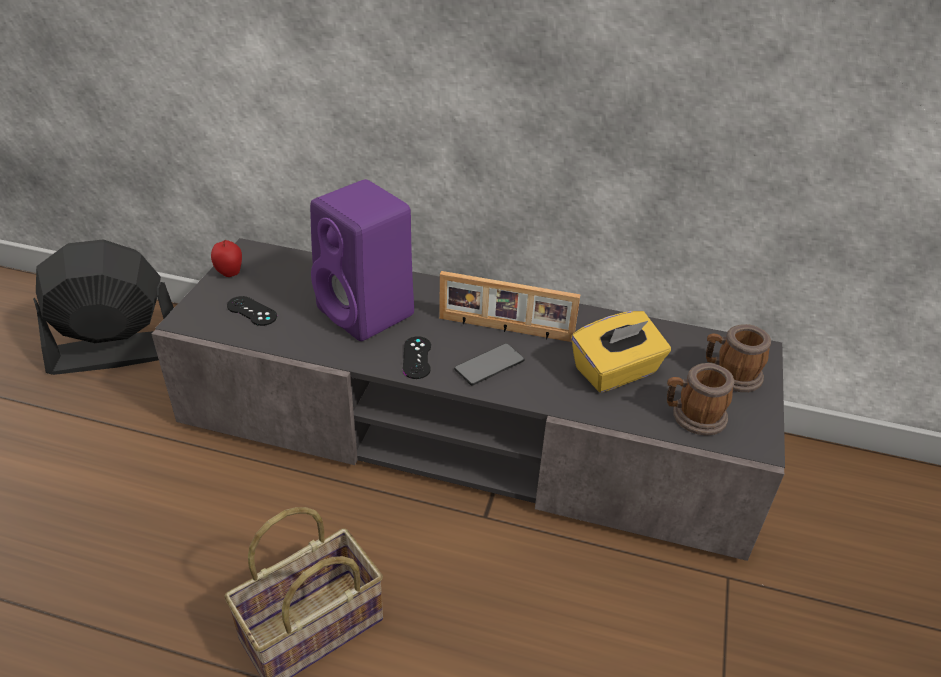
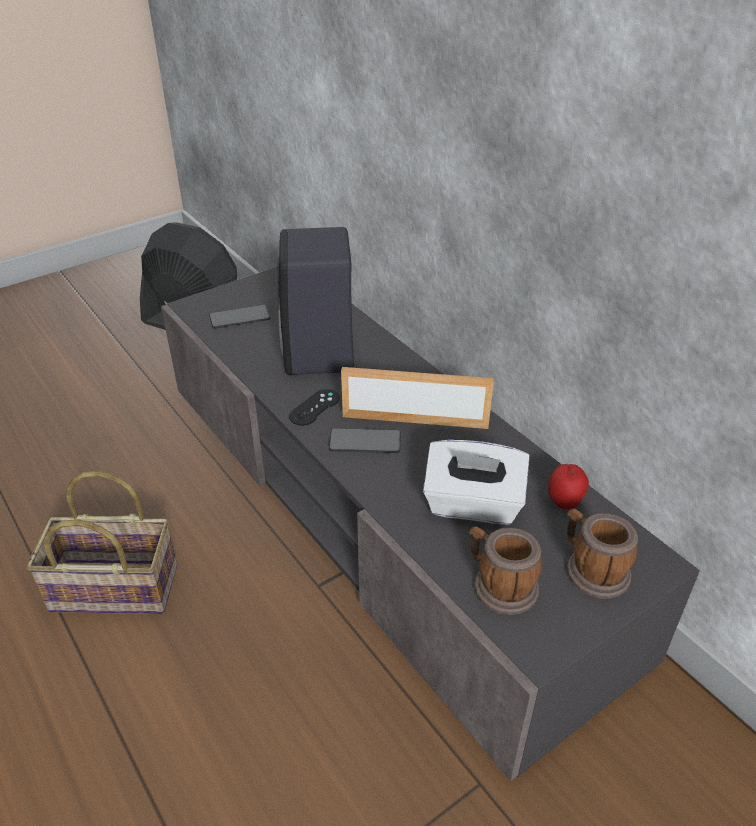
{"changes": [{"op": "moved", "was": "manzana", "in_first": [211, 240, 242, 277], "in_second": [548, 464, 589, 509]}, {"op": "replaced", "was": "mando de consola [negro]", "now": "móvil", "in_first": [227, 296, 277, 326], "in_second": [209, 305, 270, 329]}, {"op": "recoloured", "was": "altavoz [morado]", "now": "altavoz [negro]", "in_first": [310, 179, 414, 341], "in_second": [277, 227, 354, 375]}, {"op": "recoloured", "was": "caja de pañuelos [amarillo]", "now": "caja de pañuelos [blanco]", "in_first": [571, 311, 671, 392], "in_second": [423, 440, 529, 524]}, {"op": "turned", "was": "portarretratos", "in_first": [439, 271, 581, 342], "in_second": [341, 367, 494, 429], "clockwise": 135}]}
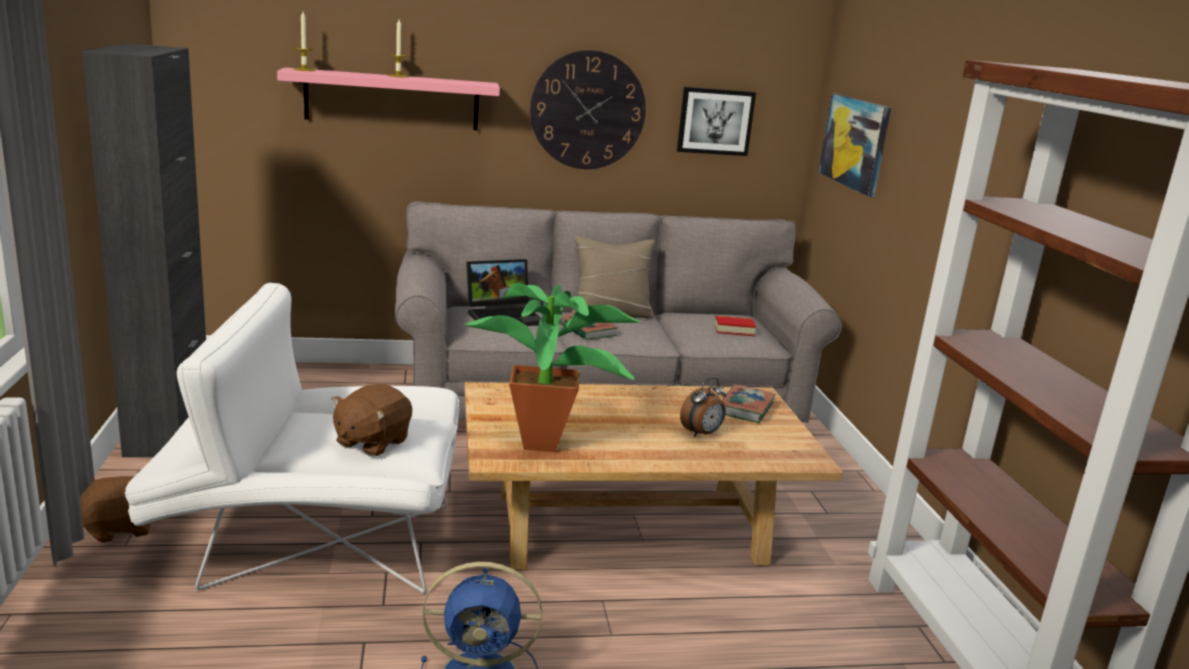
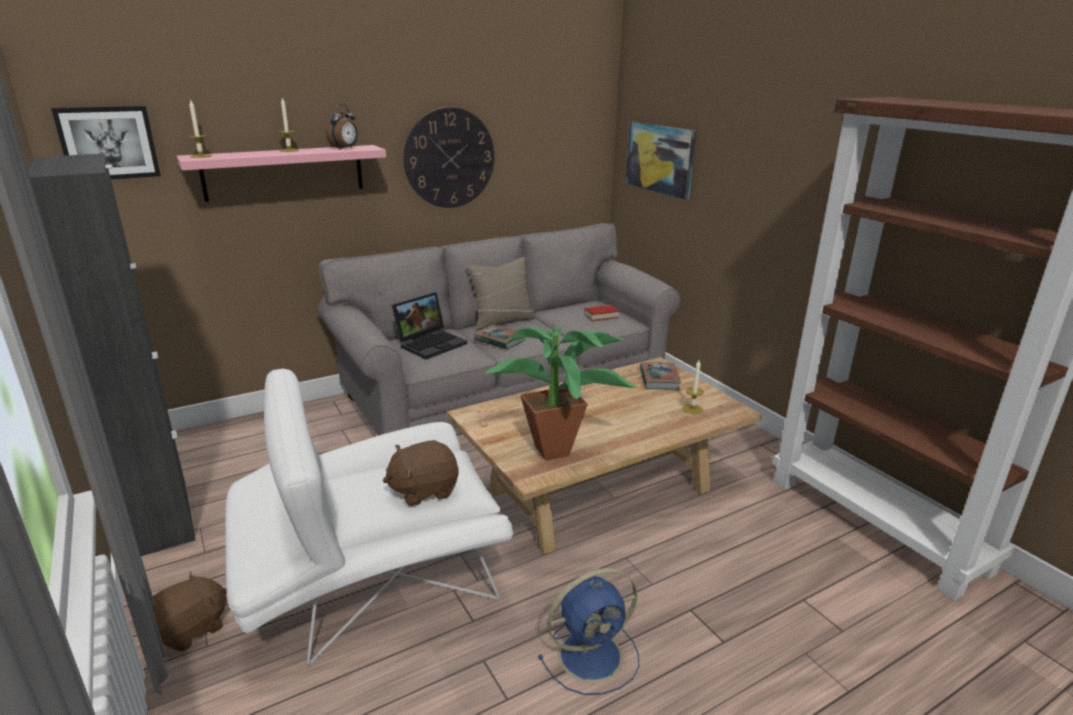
{"changes": [{"op": "added", "now": "vela", "in_second": [682, 360, 704, 414]}, {"op": "moved", "was": "cuadro", "in_first": [677, 87, 756, 156], "in_second": [51, 106, 161, 179]}, {"op": "moved", "was": "despertador", "in_first": [680, 378, 726, 437], "in_second": [325, 104, 358, 150]}, {"op": "turned", "was": "peluche [marrón]", "in_first": [331, 384, 412, 457], "in_second": [383, 440, 459, 506], "clockwise": 60}]}
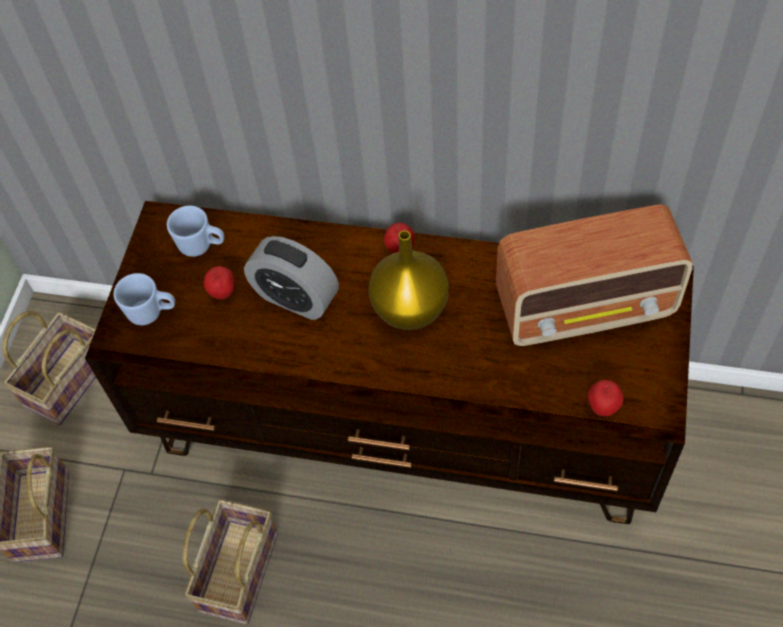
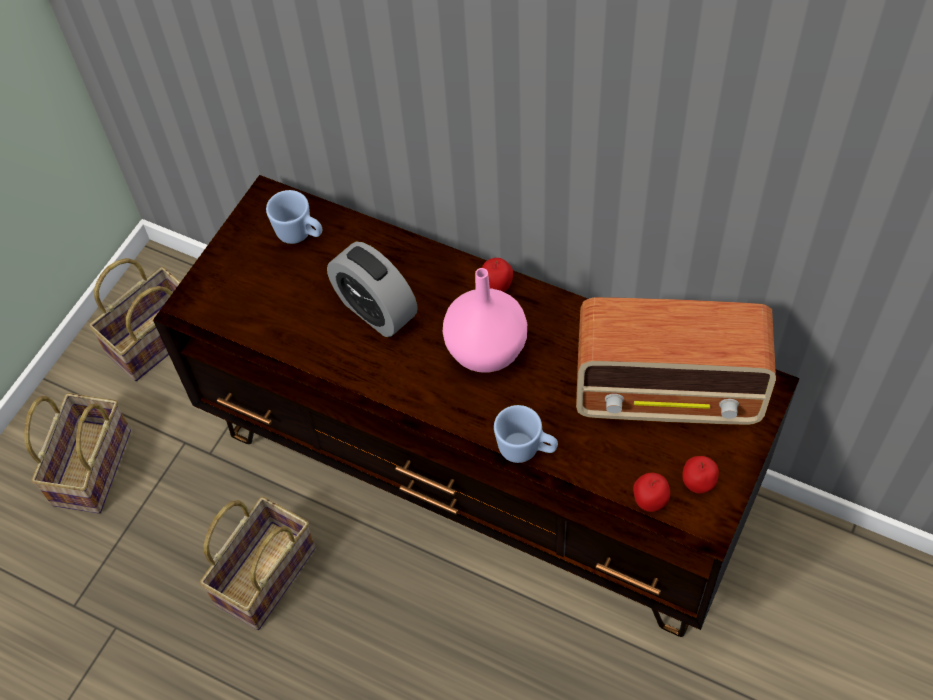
{"changes": [{"op": "moved", "was": "taza grande [azul]", "in_first": [113, 273, 175, 325], "in_second": [494, 405, 558, 463]}, {"op": "moved", "was": "manzana", "in_first": [204, 266, 235, 299], "in_second": [682, 456, 719, 494]}, {"op": "recoloured", "was": "florero [amarillo]", "now": "florero [rosa]", "in_first": [369, 230, 449, 330], "in_second": [443, 268, 527, 373]}]}
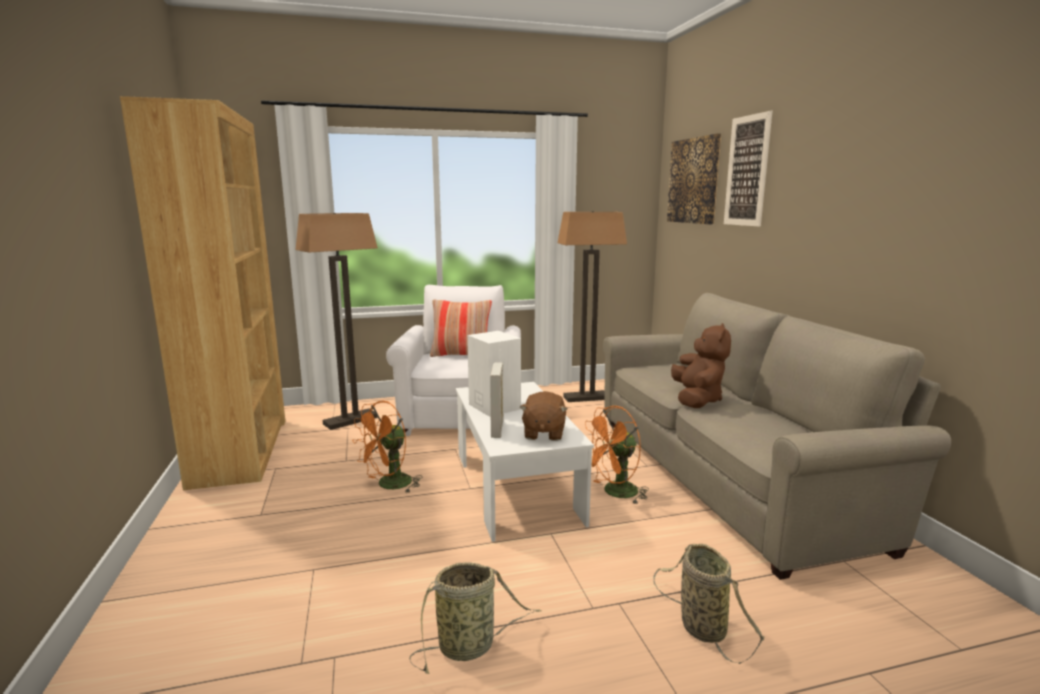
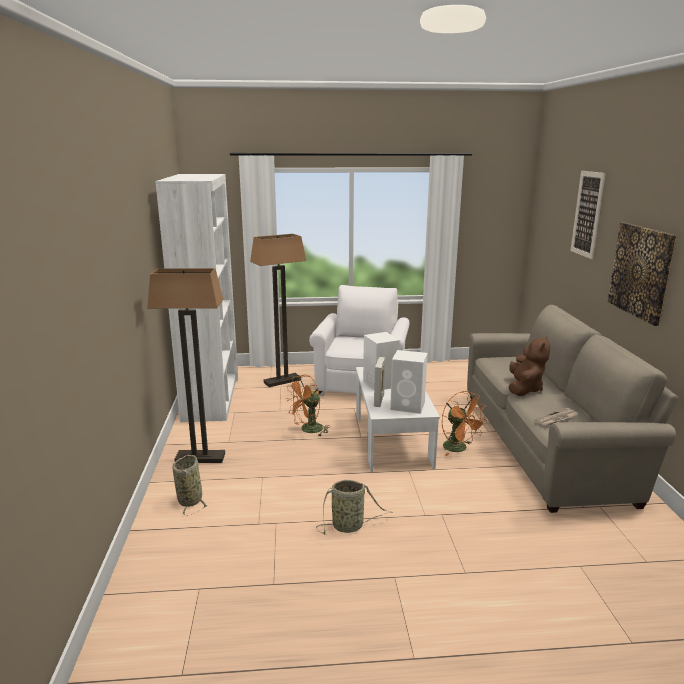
{"changes": [{"op": "removed", "was": "cojín", "in_first": [430, 299, 492, 357]}, {"op": "added", "now": "periódico", "in_second": [535, 408, 579, 426]}, {"op": "moved", "was": "lámpara de pie", "in_first": [558, 211, 627, 402], "in_second": [147, 268, 225, 463]}, {"op": "moved", "was": "cesta", "in_first": [654, 544, 764, 664], "in_second": [173, 455, 208, 516]}, {"op": "moved", "was": "cuadro", "in_first": [667, 134, 721, 224], "in_second": [608, 222, 677, 326]}, {"op": "replaced", "was": "peluche [marrón]", "now": "altavoz [blanco]", "in_first": [520, 391, 567, 441], "in_second": [390, 350, 428, 414]}, {"op": "recoloured", "was": "estantería [marrón]", "now": "estantería [blanco]", "in_first": [120, 96, 285, 490], "in_second": [155, 174, 238, 422]}, {"op": "turned", "was": "ventilador [naranja]", "in_first": [585, 406, 649, 505], "in_second": [442, 391, 487, 456], "clockwise": -105}]}
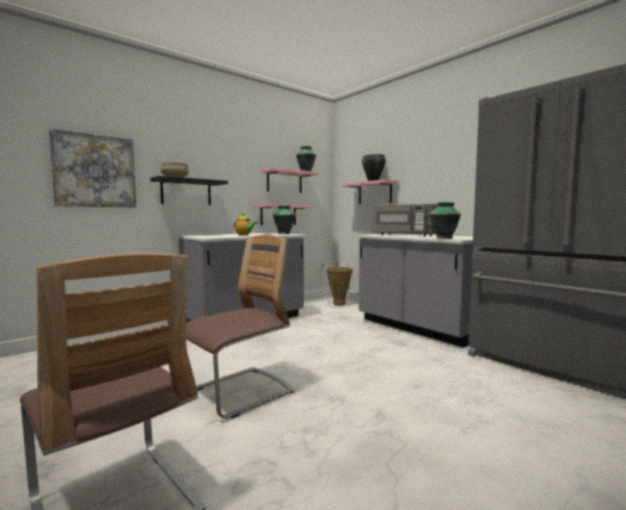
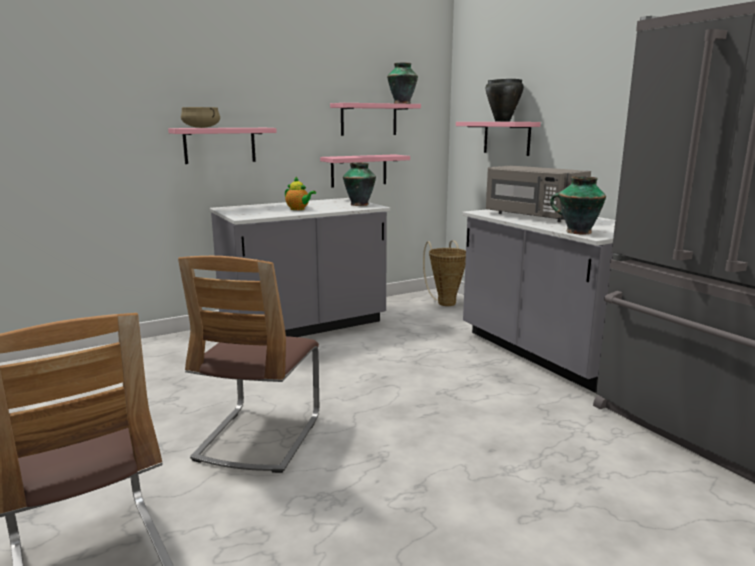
{"changes": [{"op": "removed", "was": "cuadro", "in_first": [49, 129, 136, 208]}, {"op": "recoloured", "was": "estante [negro]", "now": "estante [rosa]", "in_first": [150, 176, 228, 205], "in_second": [168, 128, 277, 164]}, {"op": "turned", "was": "silla", "in_first": [186, 235, 294, 419], "in_second": [178, 256, 319, 473], "clockwise": 135}]}
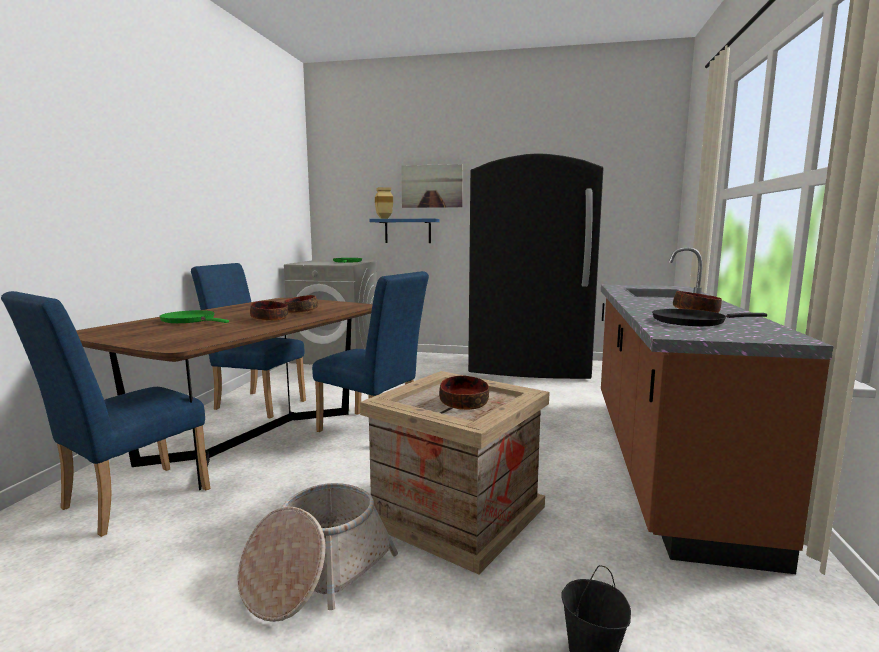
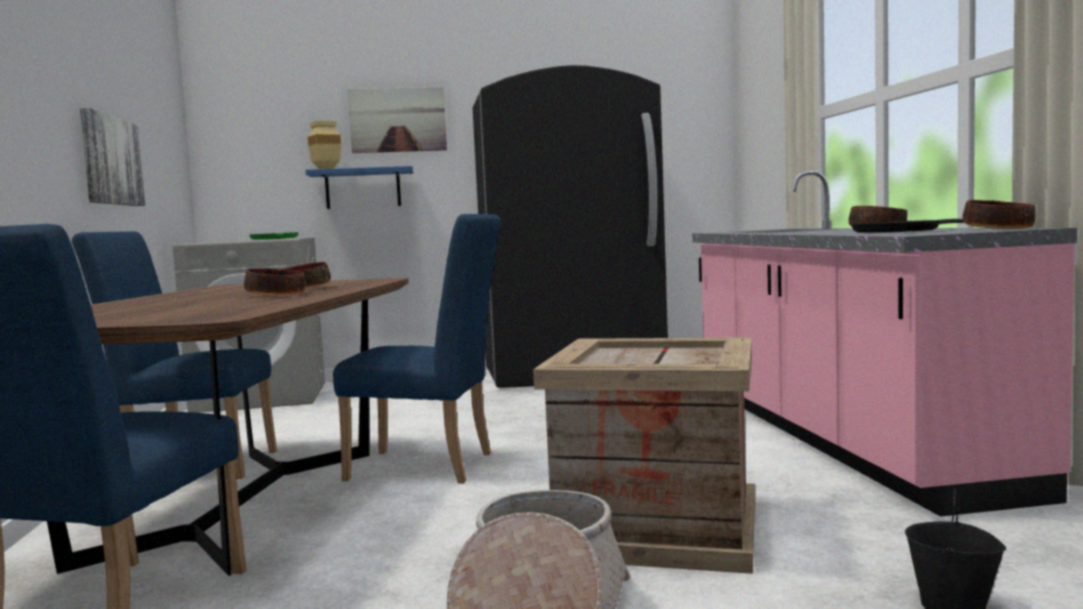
{"changes": [{"op": "removed", "was": "sartén [verde]", "in_first": [159, 310, 229, 323]}, {"op": "added", "now": "cuadro", "in_second": [80, 108, 145, 206]}, {"op": "moved", "was": "cuenco", "in_first": [439, 376, 489, 410], "in_second": [962, 200, 1036, 229]}, {"op": "recoloured", "was": "mueble bajo de cocina [marrón]", "now": "mueble bajo de cocina [rosa]", "in_first": [601, 247, 833, 574], "in_second": [693, 170, 1077, 517]}]}
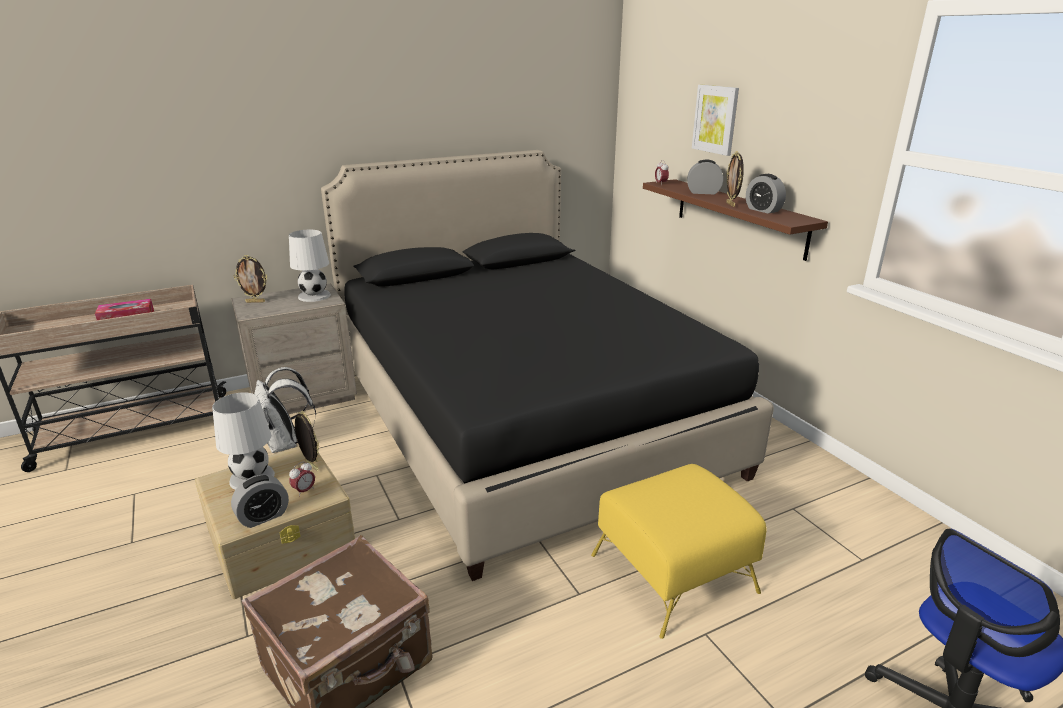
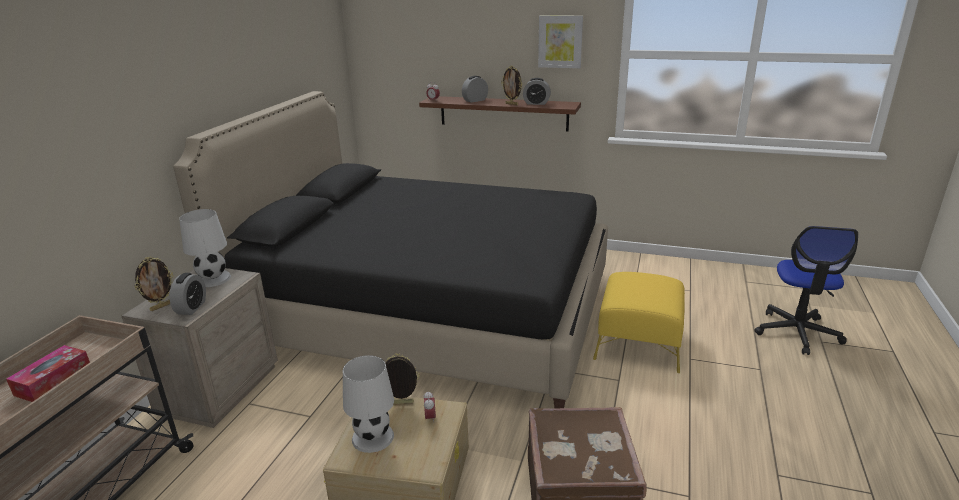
{"changes": [{"op": "removed", "was": "mochila [blanco]", "in_first": [254, 367, 316, 453]}, {"op": "moved", "was": "despertador", "in_first": [231, 475, 289, 528], "in_second": [170, 273, 206, 315]}, {"op": "moved", "was": "cuadro", "in_first": [692, 85, 739, 156], "in_second": [538, 16, 583, 68]}]}
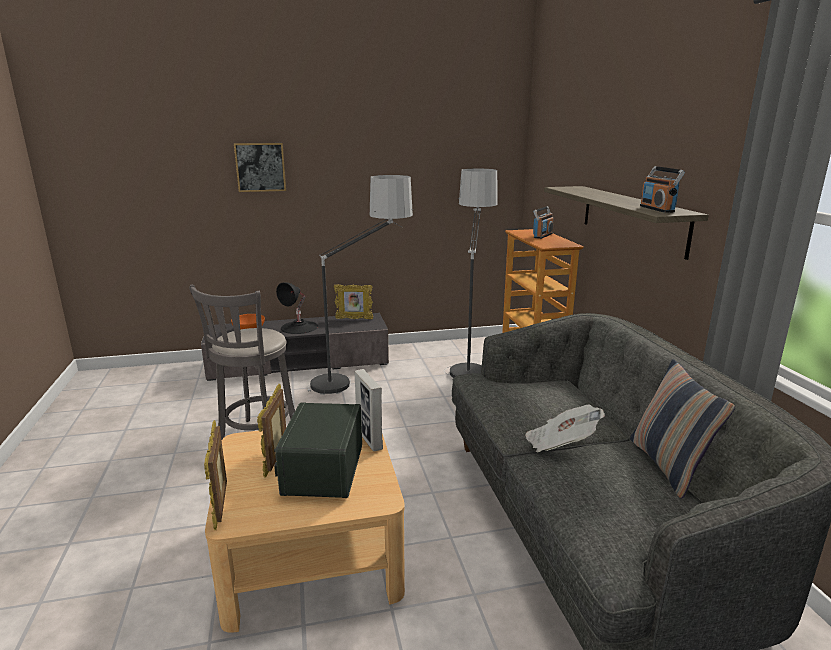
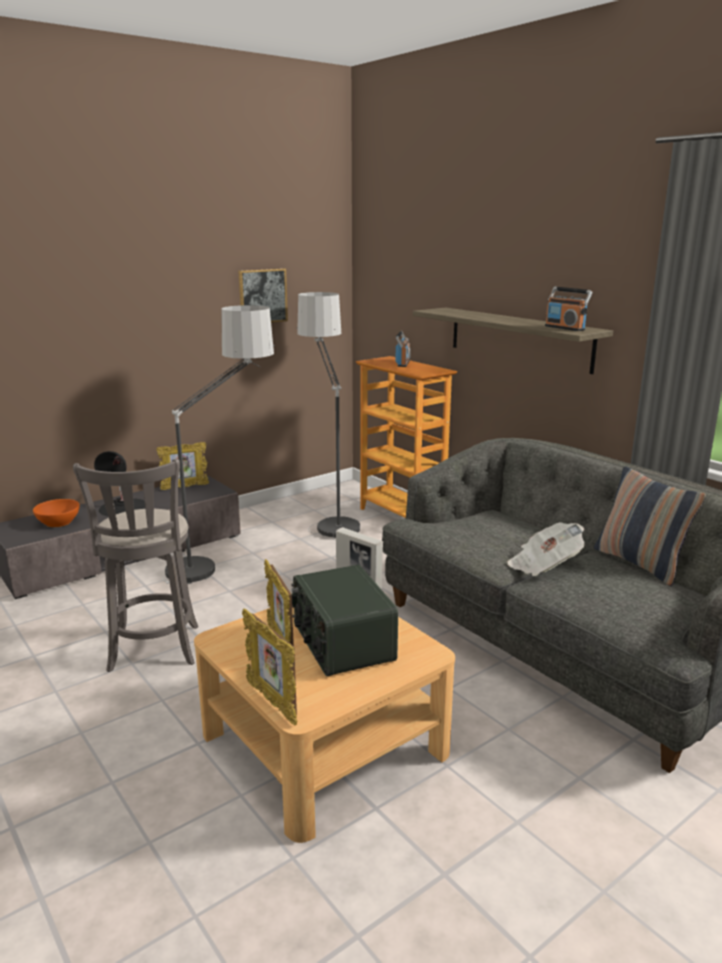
{"changes": [{"op": "moved", "was": "cuadro", "in_first": [234, 143, 286, 192], "in_second": [238, 268, 288, 323]}]}
